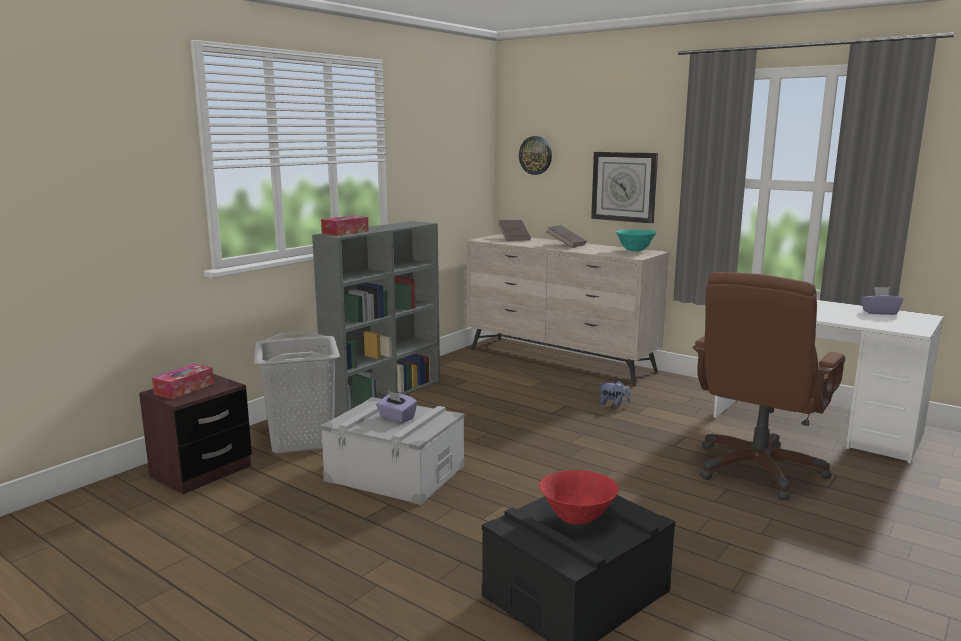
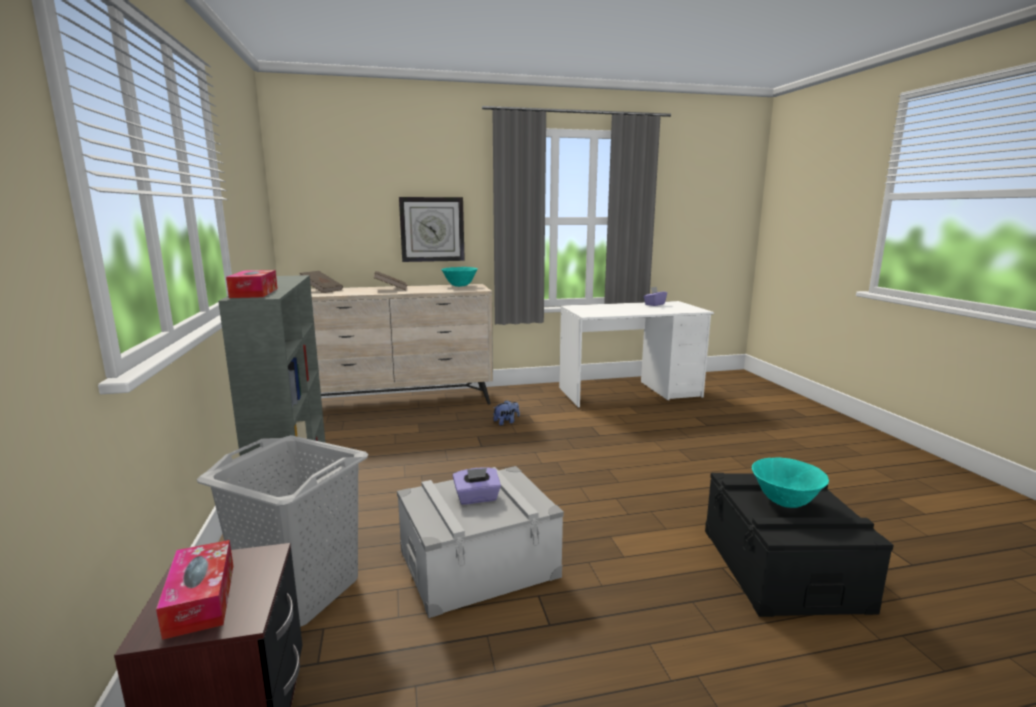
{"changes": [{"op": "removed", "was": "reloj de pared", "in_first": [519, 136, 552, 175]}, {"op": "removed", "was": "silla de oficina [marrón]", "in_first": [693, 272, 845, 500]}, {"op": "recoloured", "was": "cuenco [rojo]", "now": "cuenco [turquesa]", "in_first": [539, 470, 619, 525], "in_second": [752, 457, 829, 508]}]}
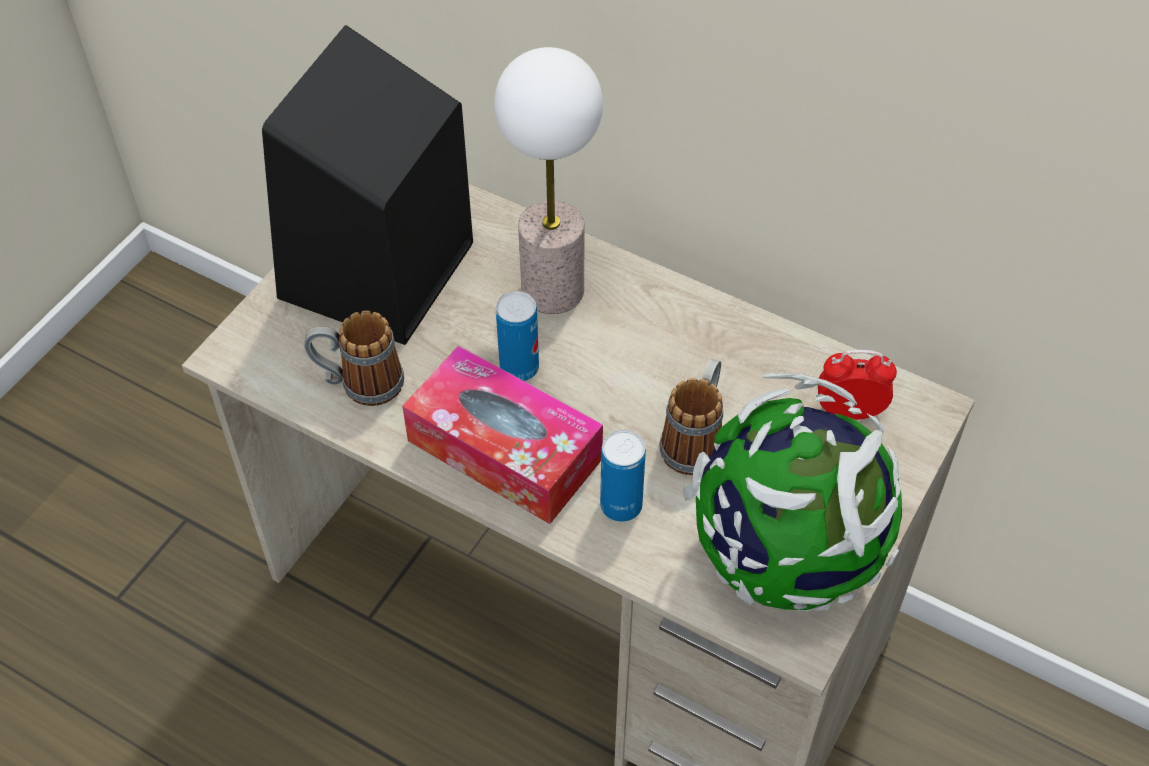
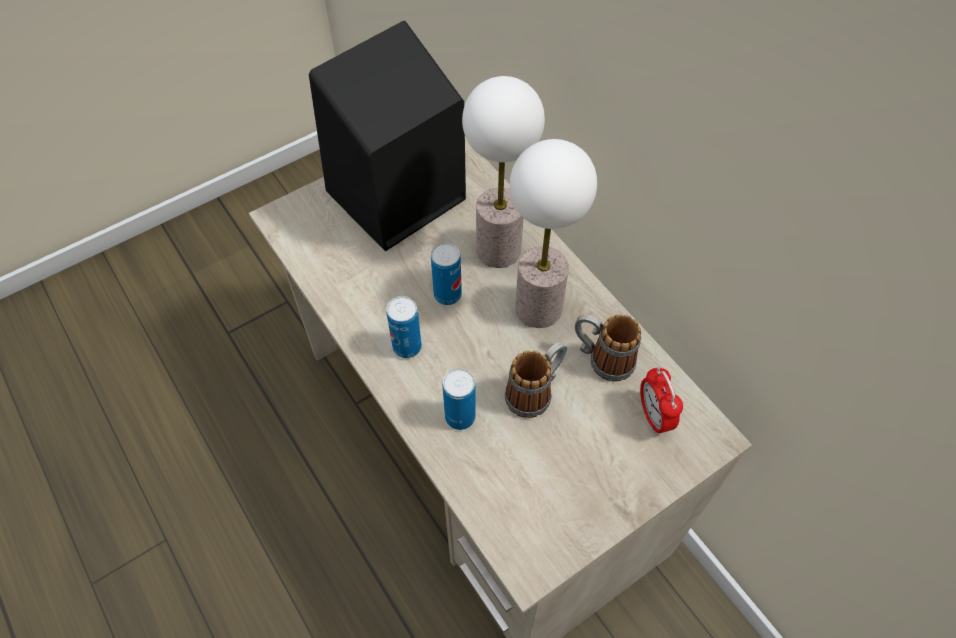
{"changes": [{"op": "removed", "was": "globo terráqueo", "in_first": [683, 373, 902, 612]}, {"op": "added", "now": "lámpara de mesa", "in_second": [509, 139, 597, 328]}, {"op": "moved", "was": "taza grande", "in_first": [304, 310, 404, 406], "in_second": [575, 314, 641, 382]}, {"op": "replaced", "was": "caja de pañuelos", "now": "lata", "in_first": [402, 346, 603, 524], "in_second": [386, 296, 422, 358]}, {"op": "turned", "was": "despertador", "in_first": [818, 350, 897, 420], "in_second": [640, 367, 683, 434], "clockwise": -135}]}
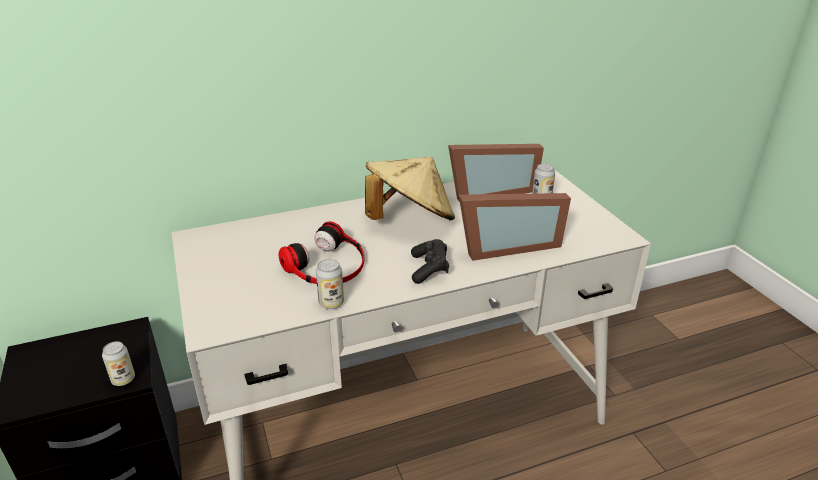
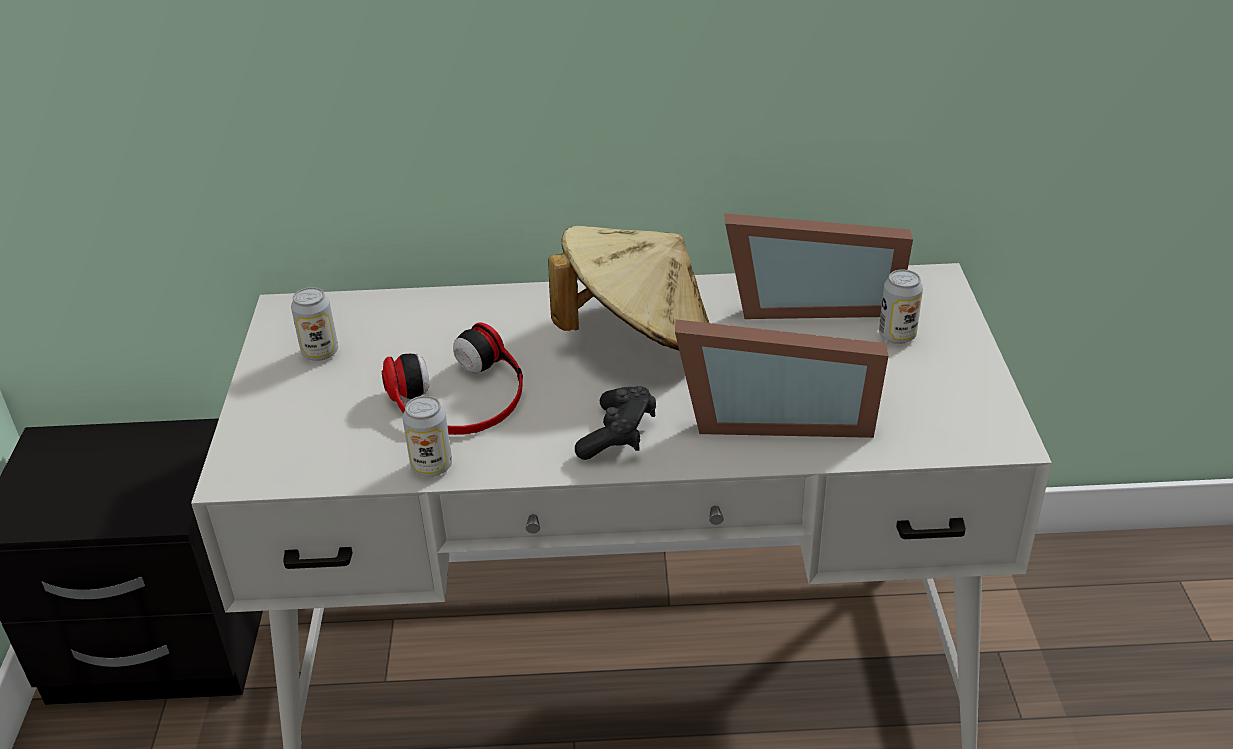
{"changes": [{"op": "moved", "was": "lata", "in_first": [102, 341, 135, 386], "in_second": [291, 287, 338, 361]}]}
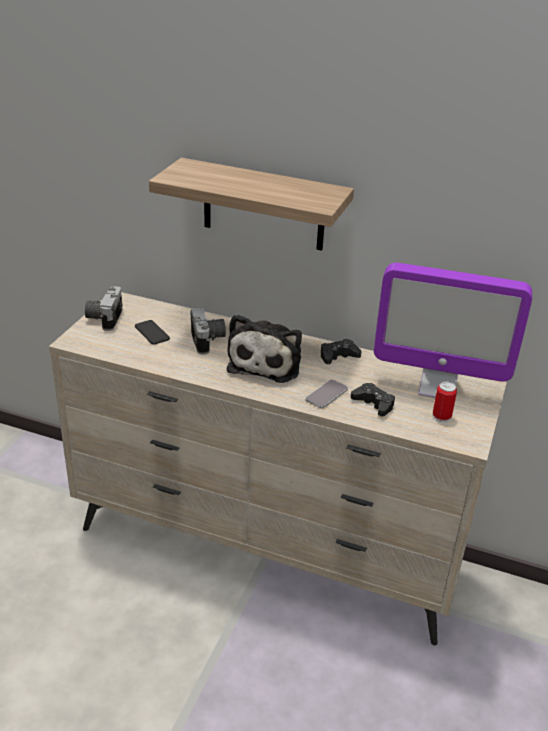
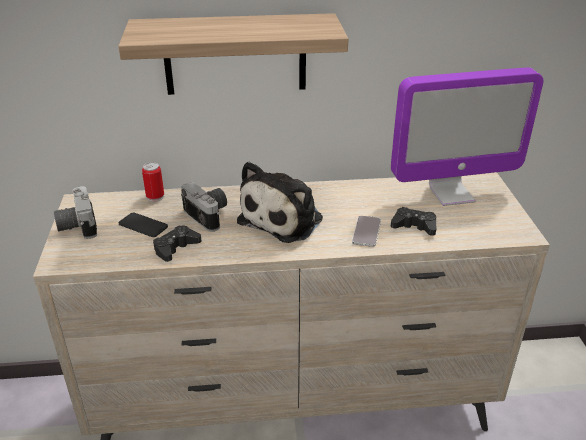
{"changes": [{"op": "moved", "was": "mando de consola [negro]", "in_first": [321, 339, 362, 364], "in_second": [153, 226, 201, 262]}, {"op": "moved", "was": "lata", "in_first": [433, 382, 457, 422], "in_second": [142, 162, 164, 202]}, {"op": "turned", "was": "peluche", "in_first": [227, 314, 302, 383], "in_second": [237, 161, 323, 243], "clockwise": 45}]}
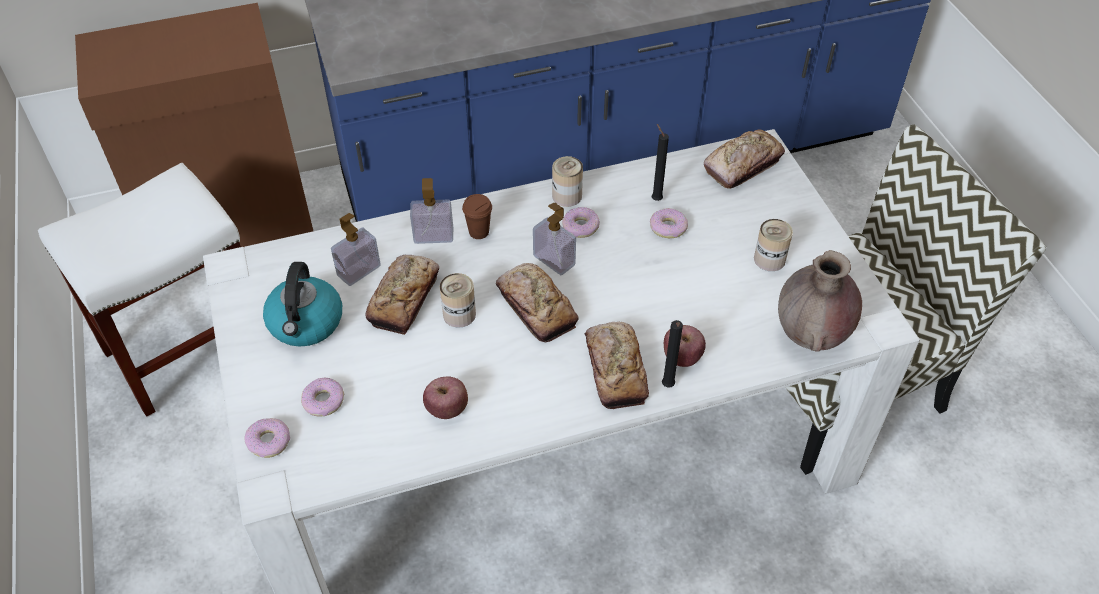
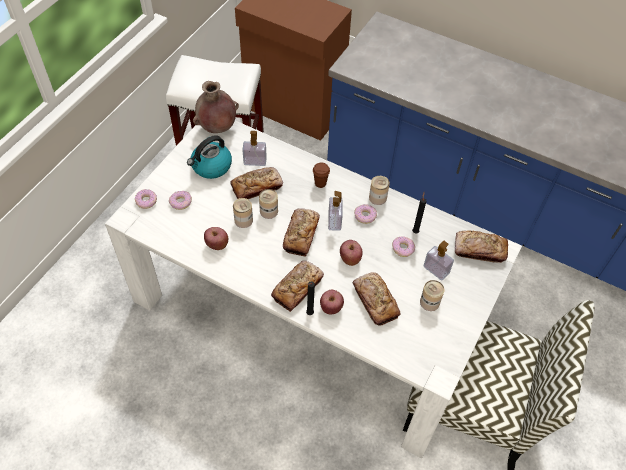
{"changes": [{"op": "added", "now": "lata", "in_second": [233, 198, 253, 228]}, {"op": "added", "now": "manzana", "in_second": [340, 240, 363, 266]}, {"op": "added", "now": "pan", "in_second": [353, 272, 401, 326]}, {"op": "moved", "was": "dispensador de jabón", "in_first": [410, 178, 453, 244], "in_second": [423, 241, 454, 281]}, {"op": "moved", "was": "florero [marrón]", "in_first": [778, 250, 862, 352], "in_second": [193, 81, 239, 133]}]}
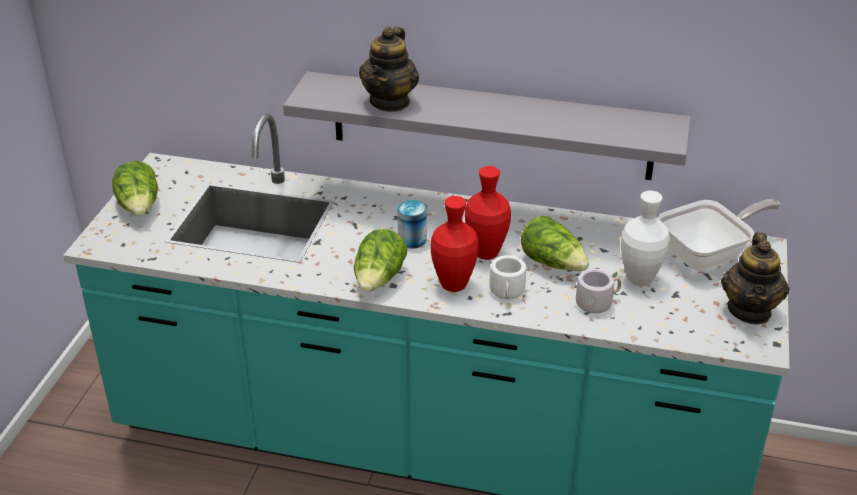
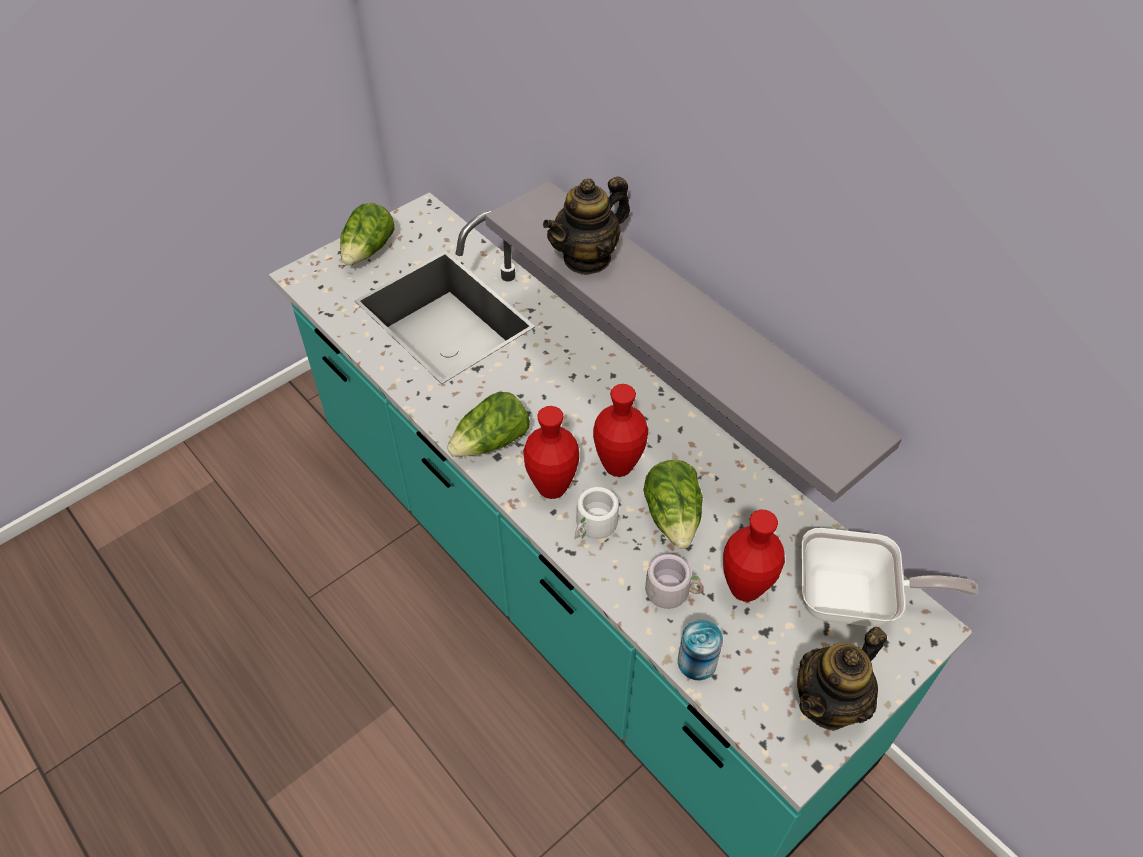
{"changes": [{"op": "moved", "was": "lata", "in_first": [398, 200, 427, 249], "in_second": [678, 620, 723, 680]}, {"op": "recoloured", "was": "florero [blanco]", "now": "florero [rojo]", "in_first": [621, 190, 670, 286], "in_second": [723, 509, 785, 602]}]}
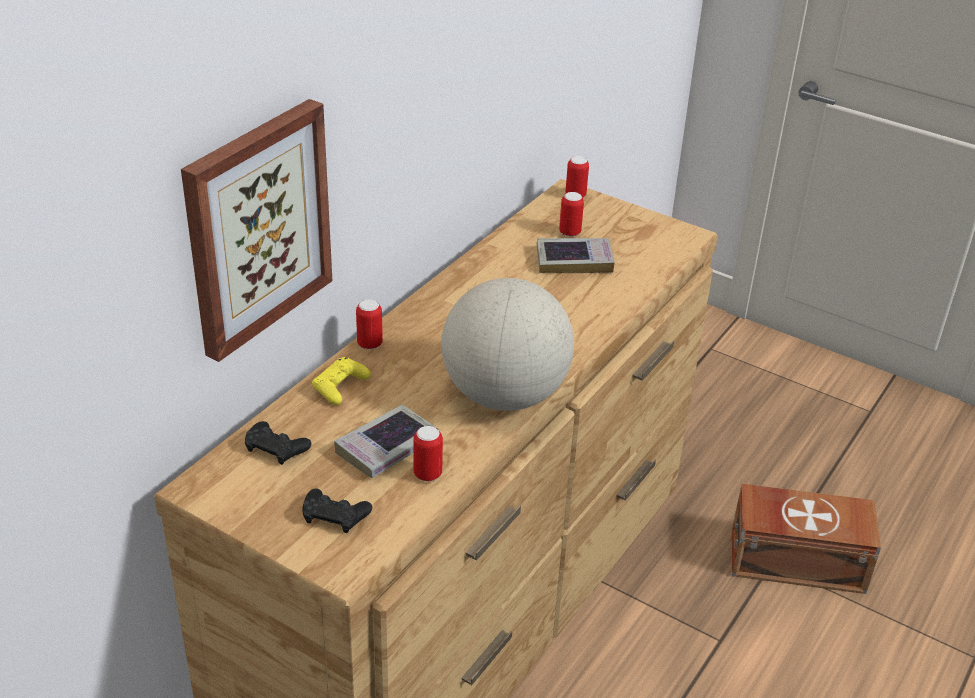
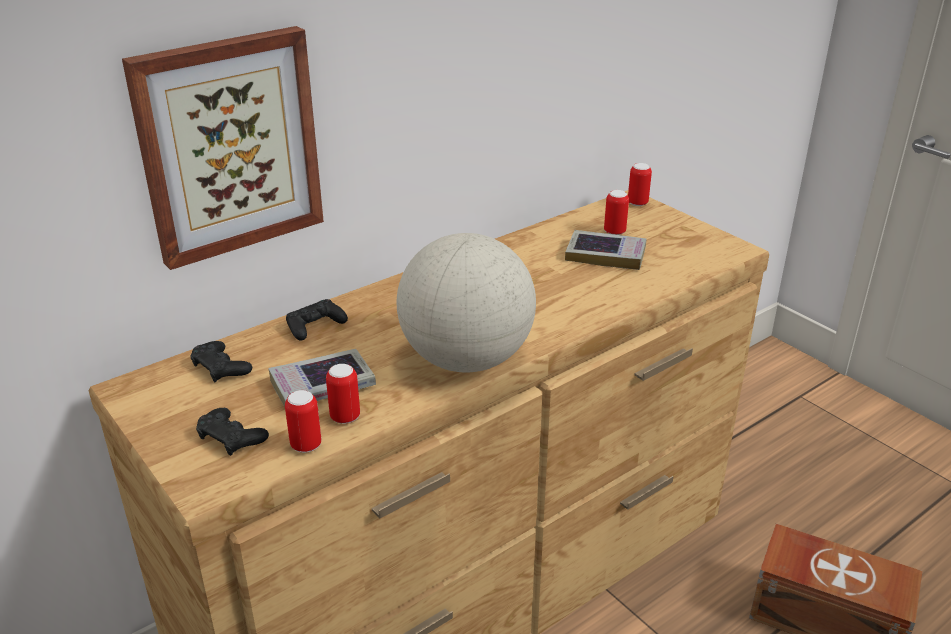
{"changes": [{"op": "moved", "was": "lata", "in_first": [356, 299, 383, 350], "in_second": [285, 390, 322, 453]}, {"op": "recoloured", "was": "mando de consola [amarillo]", "now": "mando de consola [negro]", "in_first": [312, 357, 371, 405], "in_second": [286, 299, 348, 341]}]}
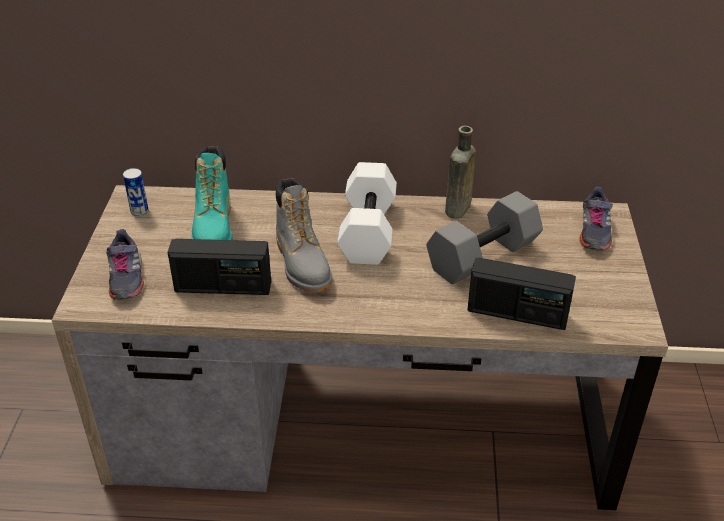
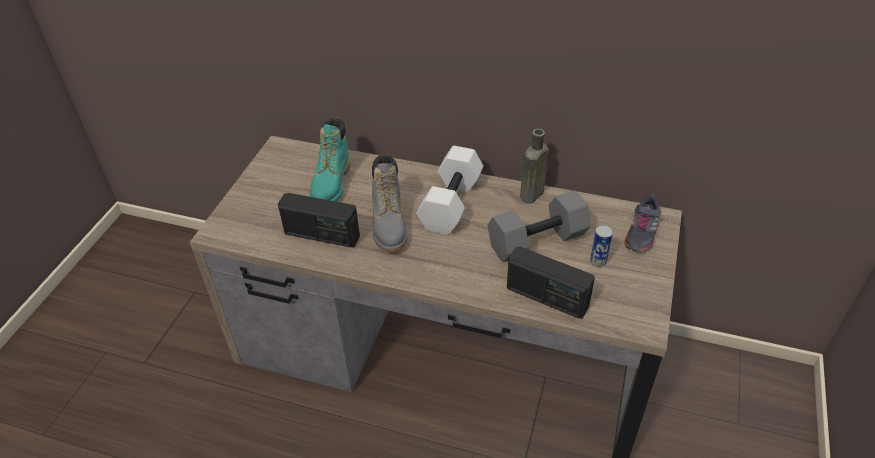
{"changes": [{"op": "removed", "was": "zapato [gris]", "in_first": [106, 229, 144, 300]}, {"op": "moved", "was": "lata", "in_first": [123, 168, 149, 216], "in_second": [590, 225, 613, 267]}]}
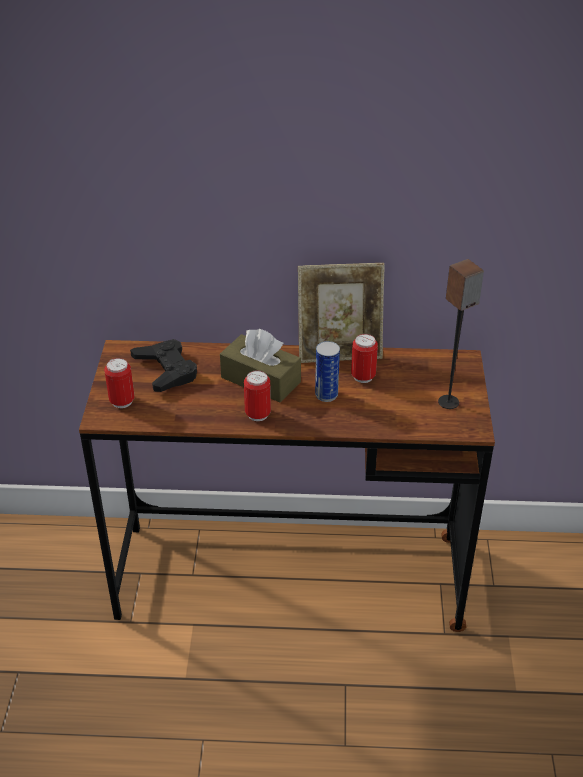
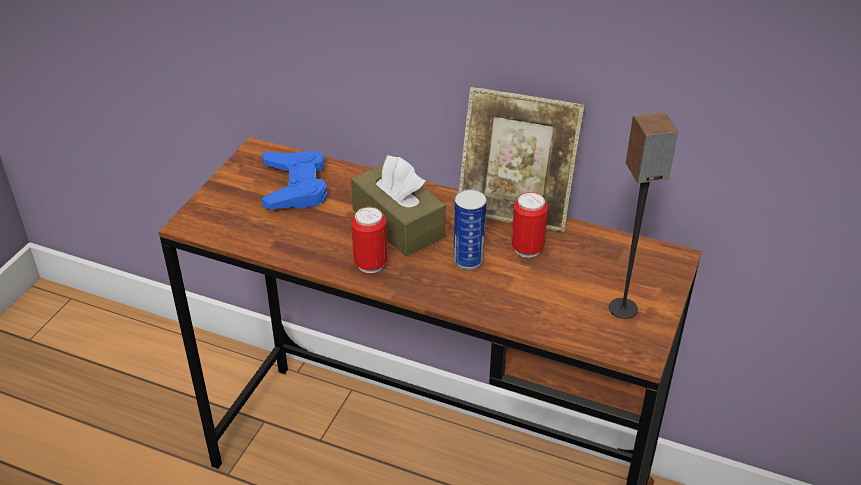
{"changes": [{"op": "removed", "was": "lata", "in_first": [104, 358, 135, 408]}, {"op": "recoloured", "was": "mando de consola [negro]", "now": "mando de consola [azul]", "in_first": [130, 339, 197, 392], "in_second": [262, 151, 327, 210]}]}
